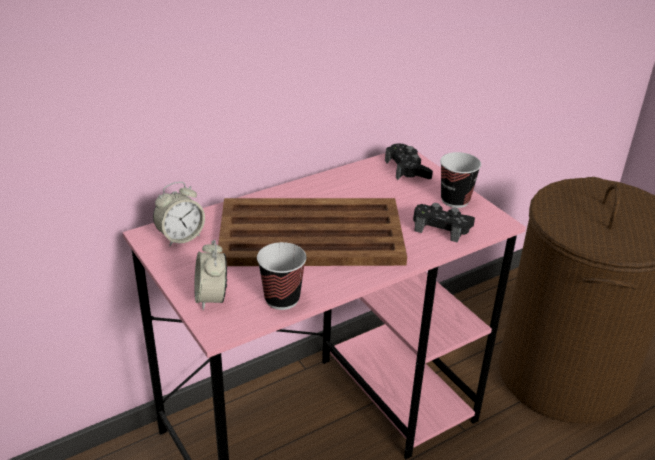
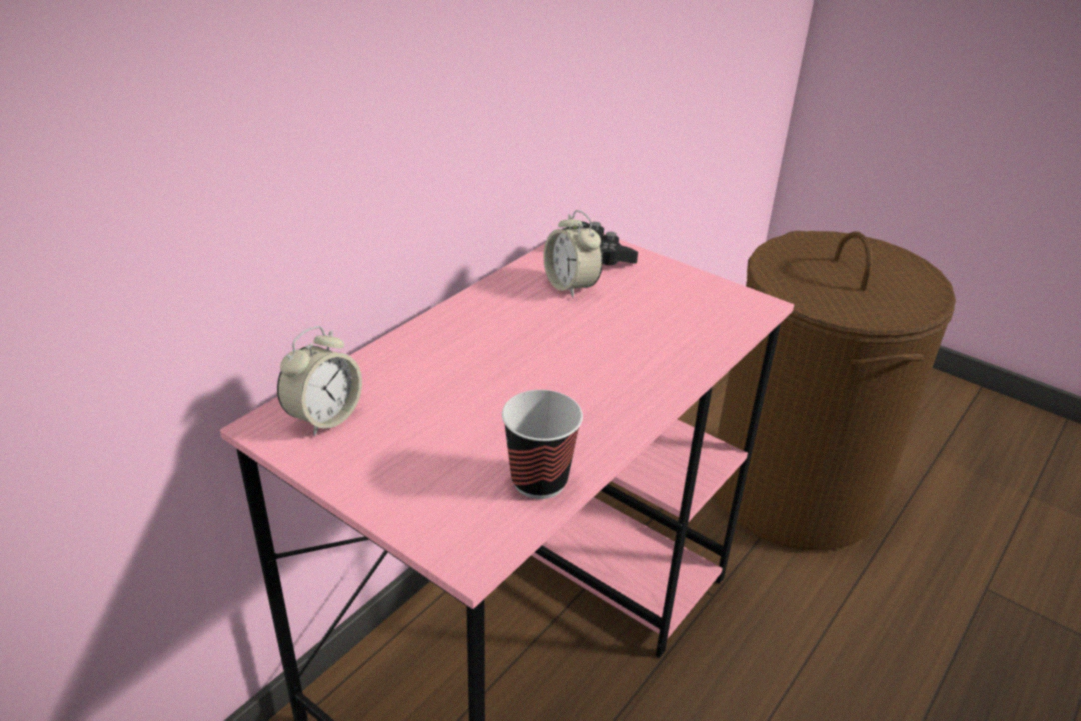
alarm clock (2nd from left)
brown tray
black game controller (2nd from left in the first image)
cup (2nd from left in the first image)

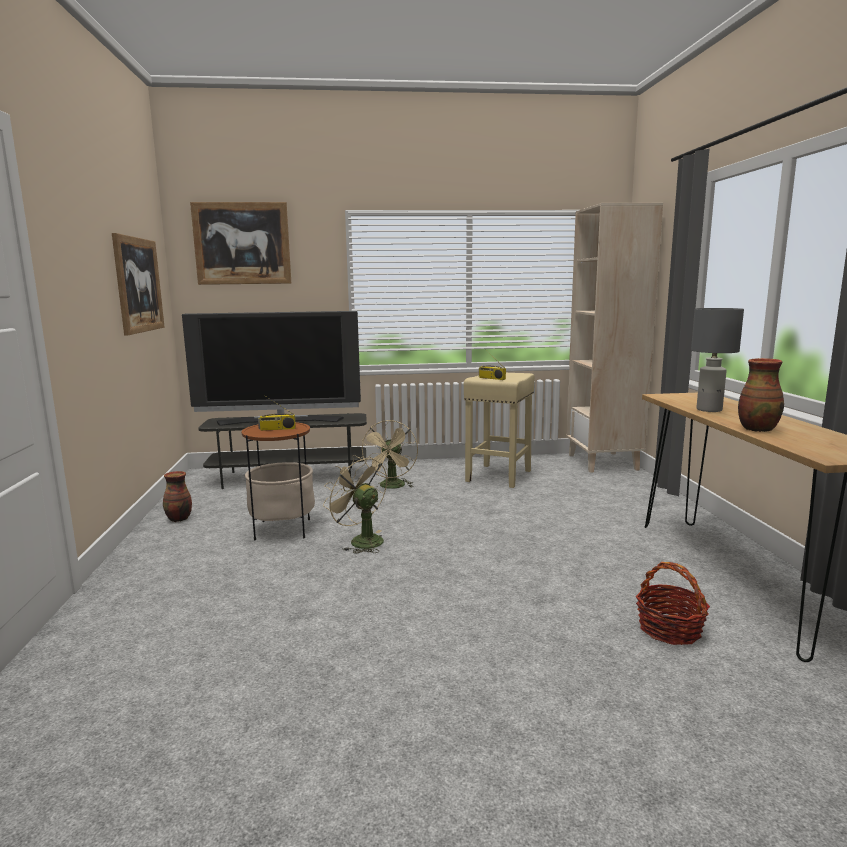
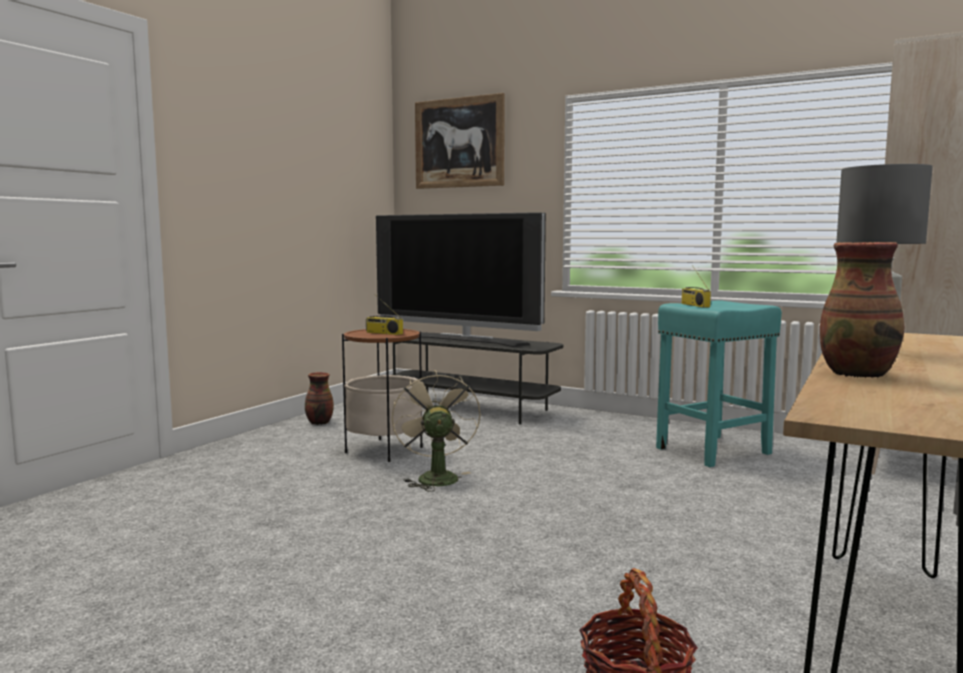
picture (1st from left in the first image)
beige fan (2nd from left in the first image)
turquoise stool

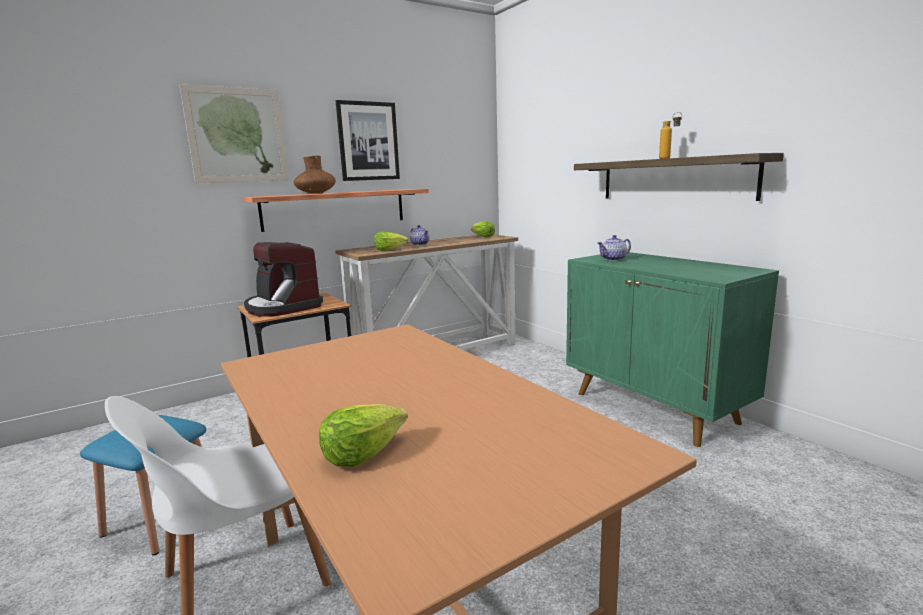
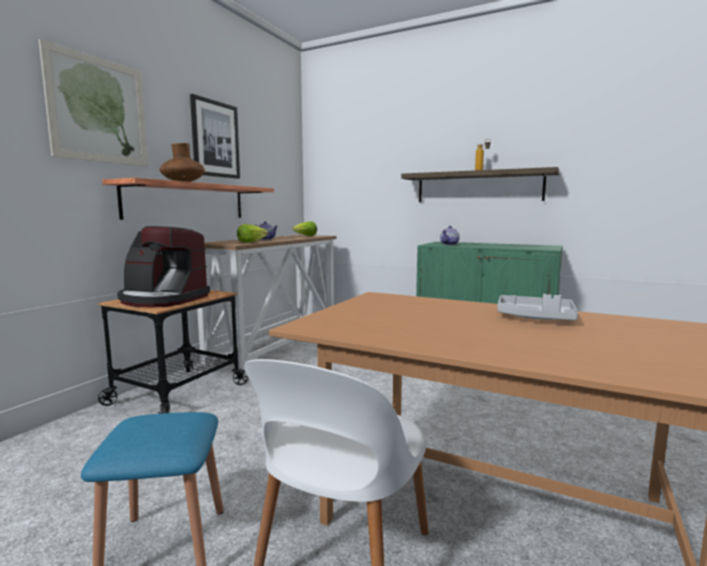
lettuce (1st from left in the first image)
grey tray

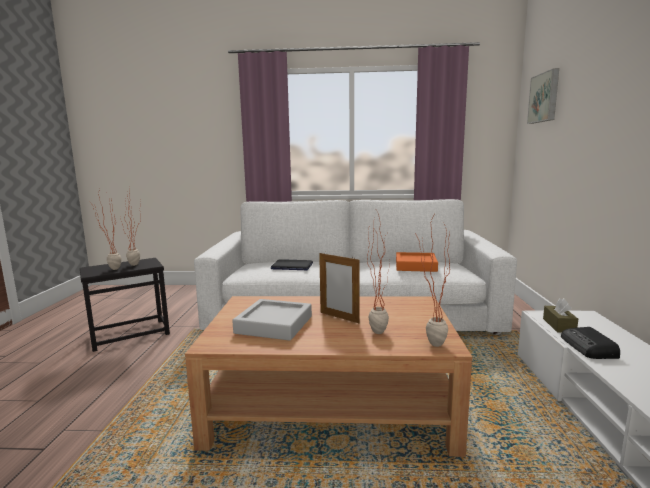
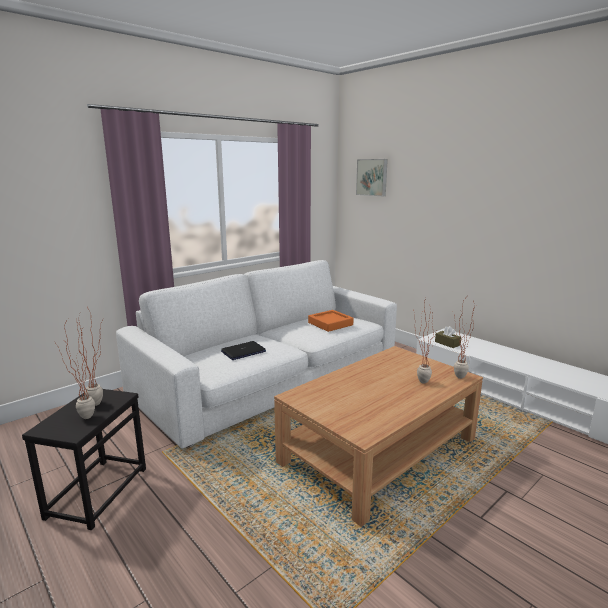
grey tray
picture frame
radio

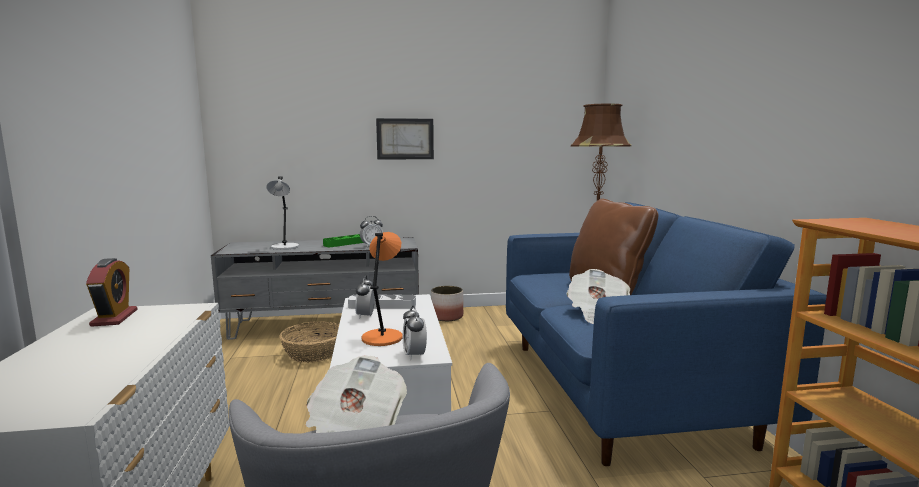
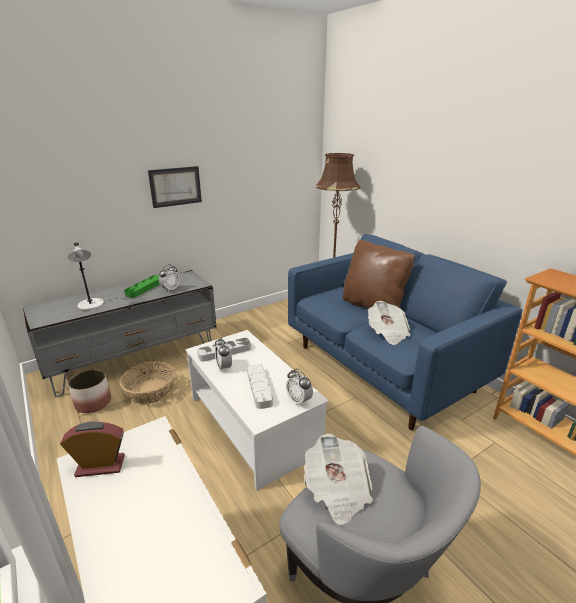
alarm clock (1st from left)
grey tray (2nd from left)
planter

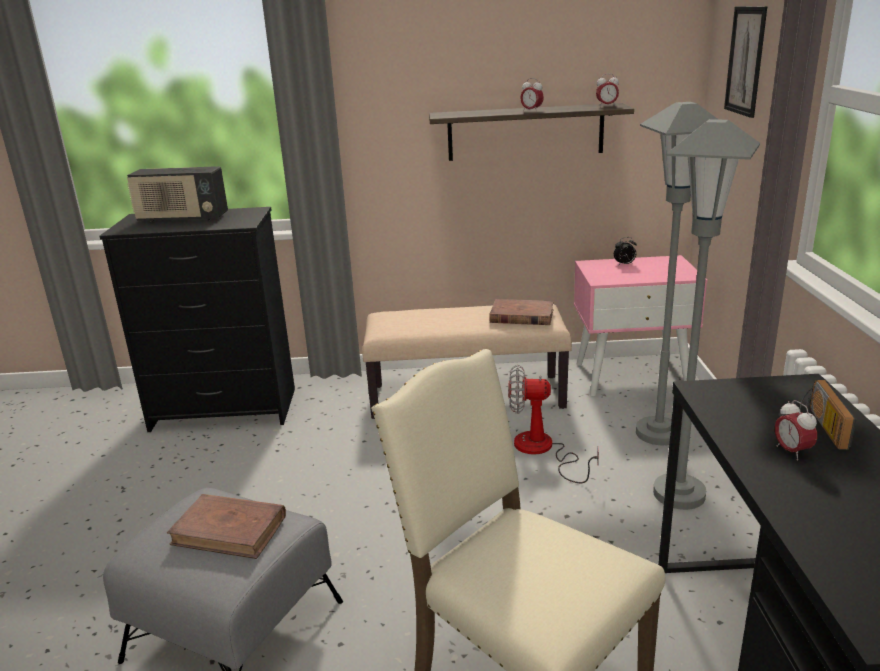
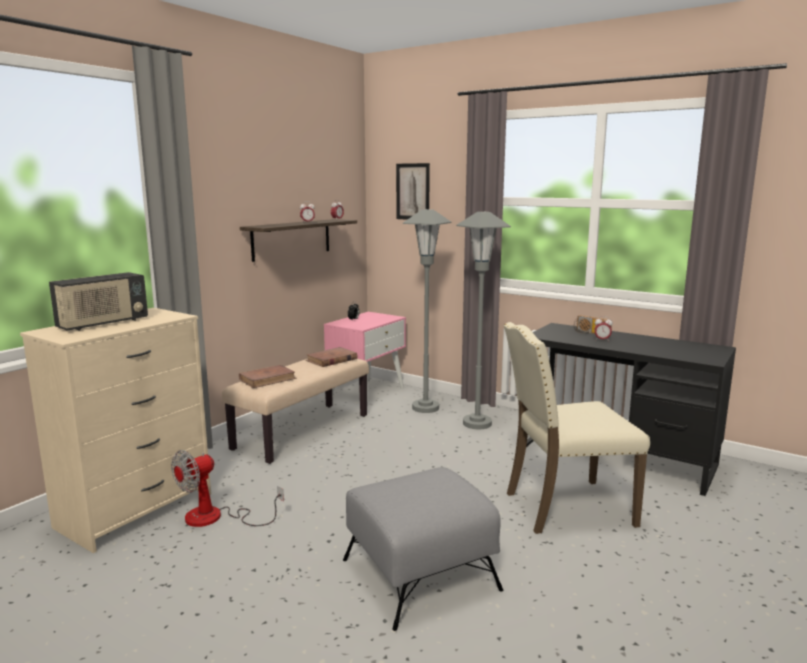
beige dresser
brown book (1st from left)
fan

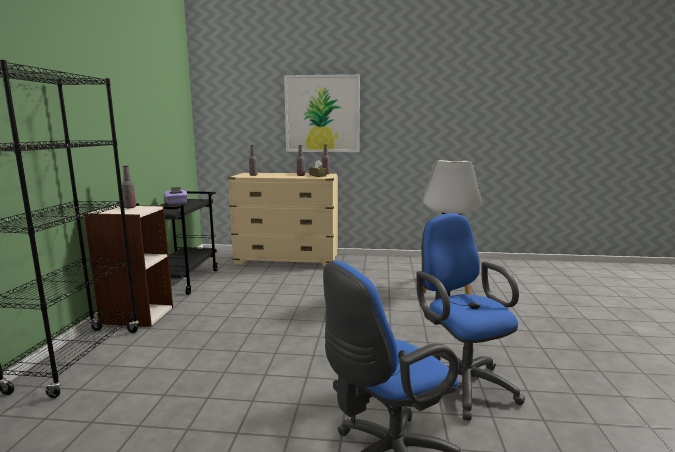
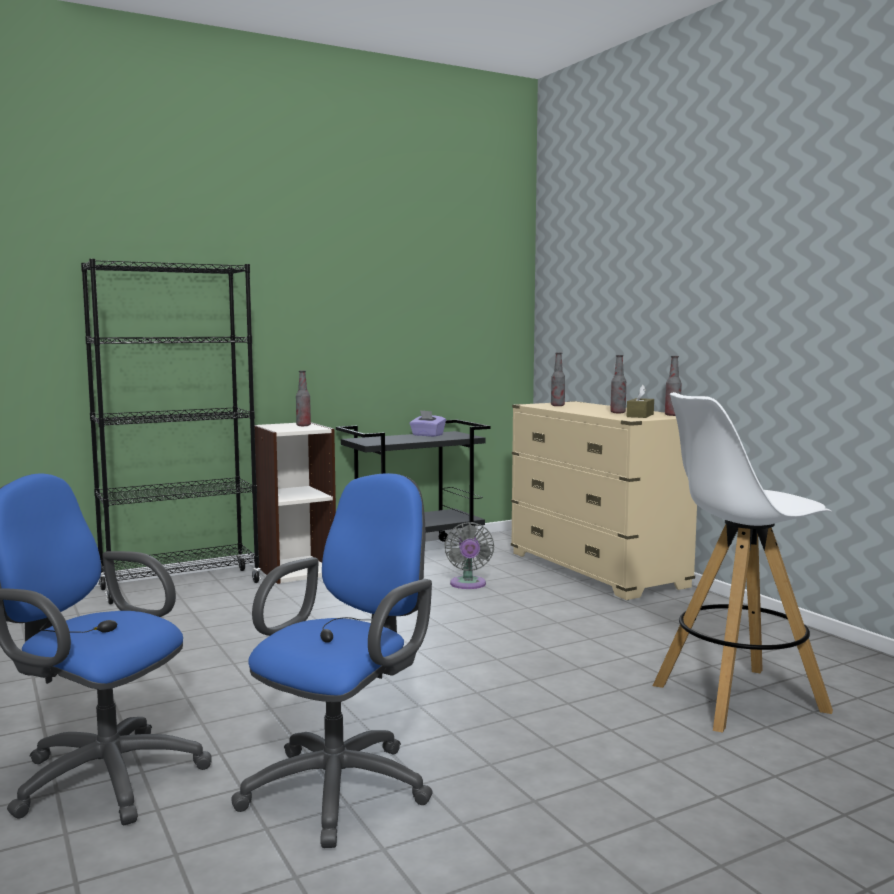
picture
grey fan

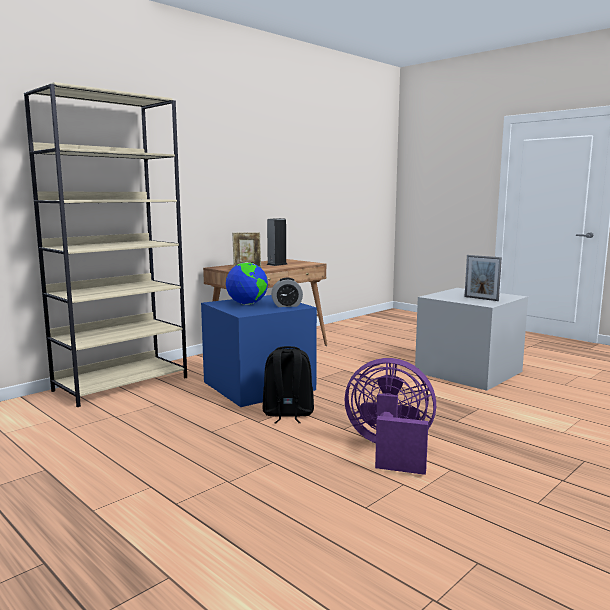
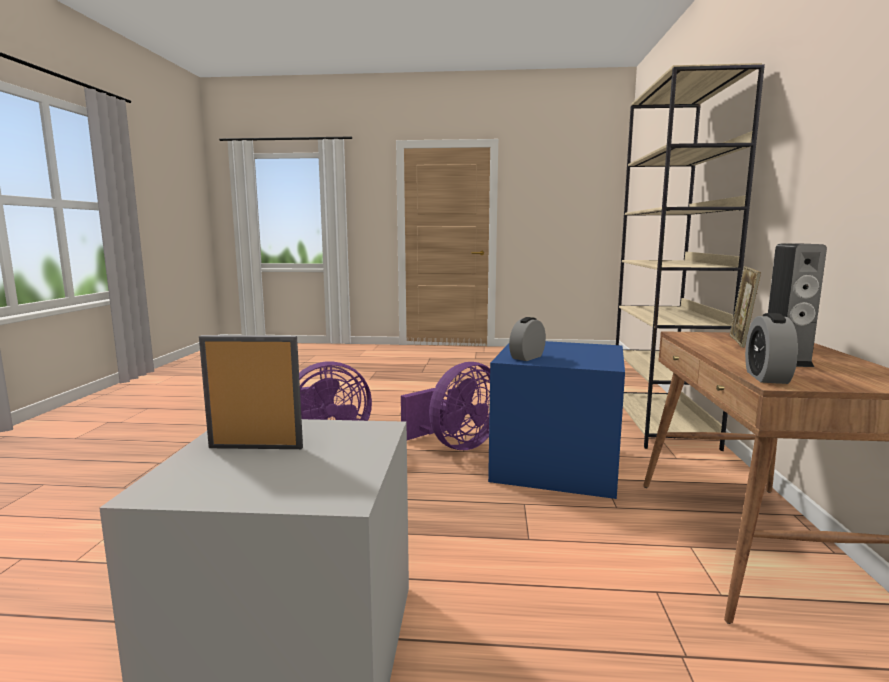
globe
purple fan (2nd from left)
alarm clock (2nd from left)

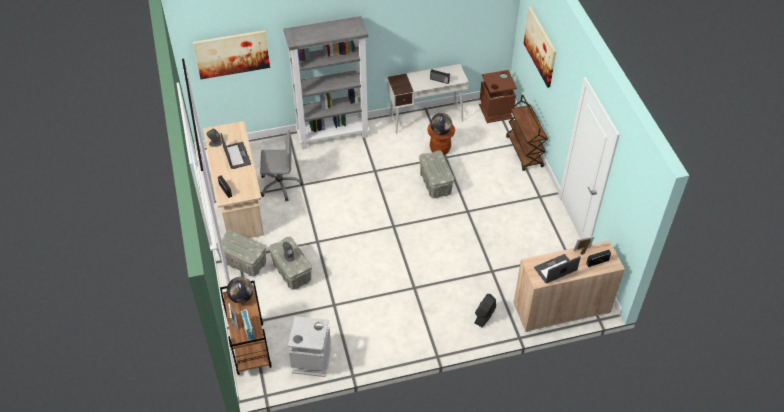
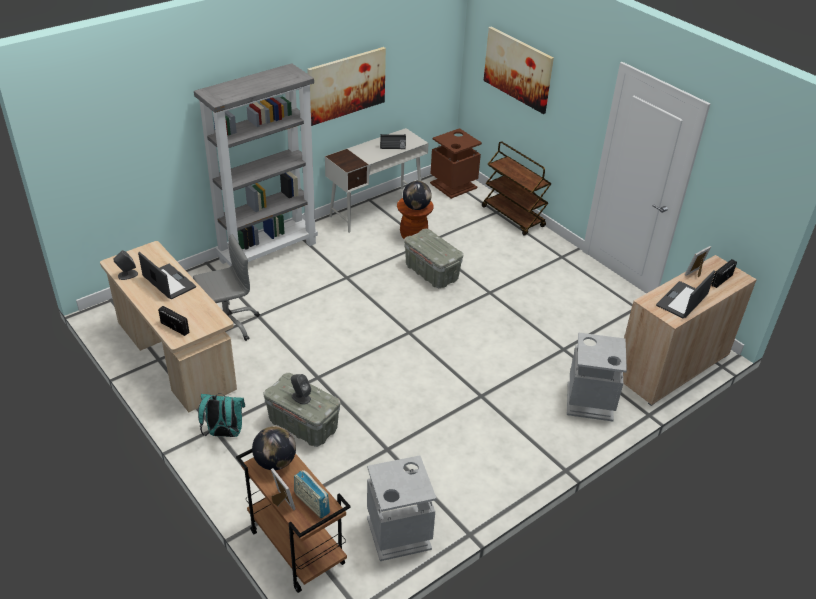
picture (1st from left)
turquoise backpack
grey trash can (2nd from left)

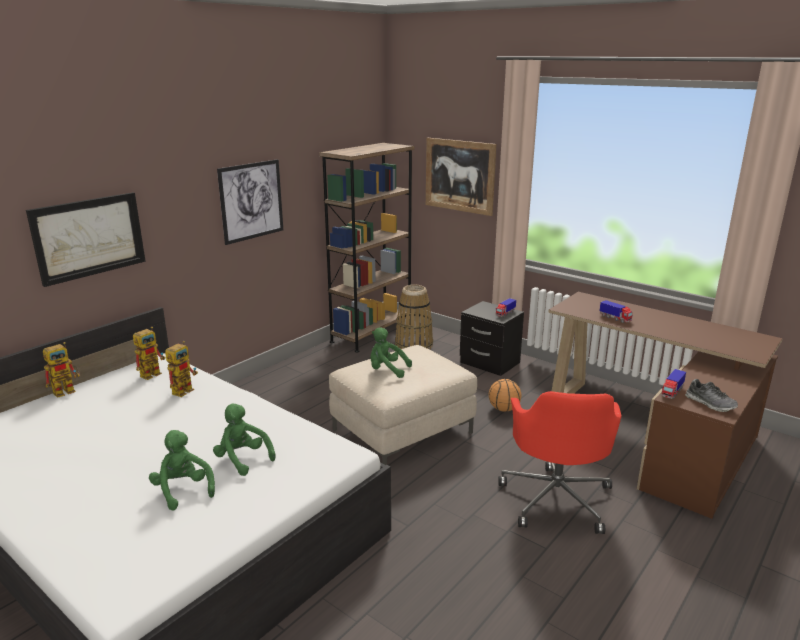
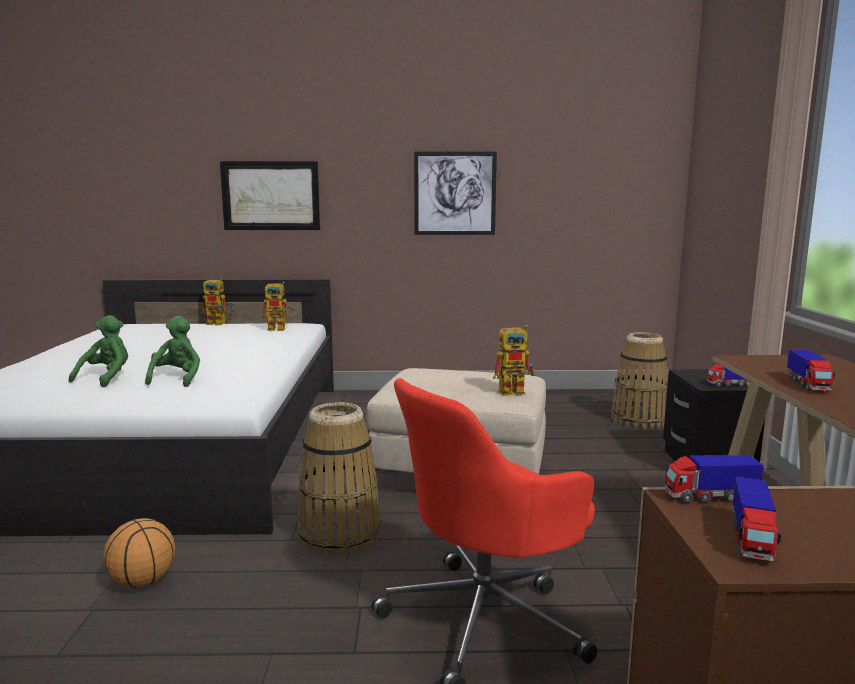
toy robot (3rd from left)
brown bookcase
green plush toy (3rd from left in the first image)
picture (3rd from left in the first image)
basketball
toy truck (3rd from left)
basket (1st from left)

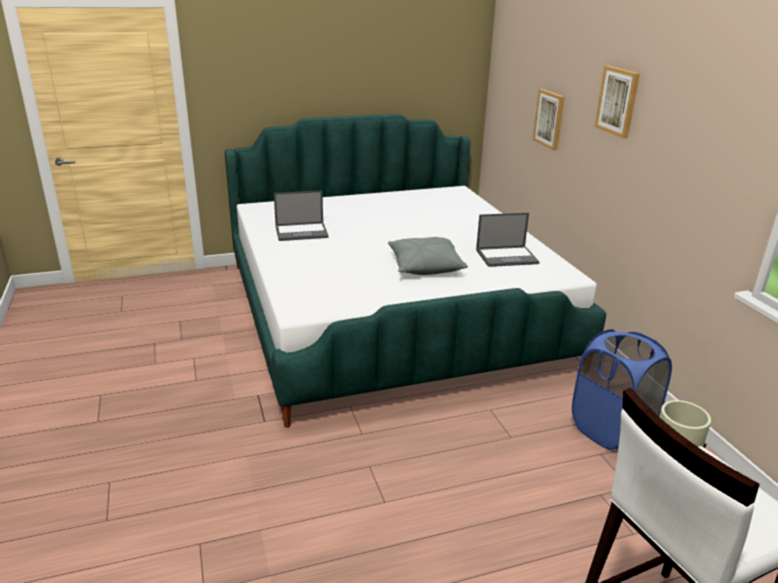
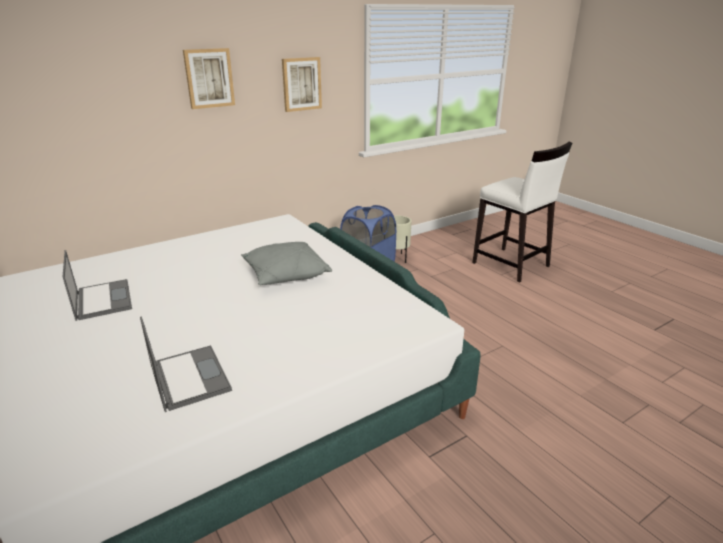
laptop (1st from left)
picture (2nd from left)

